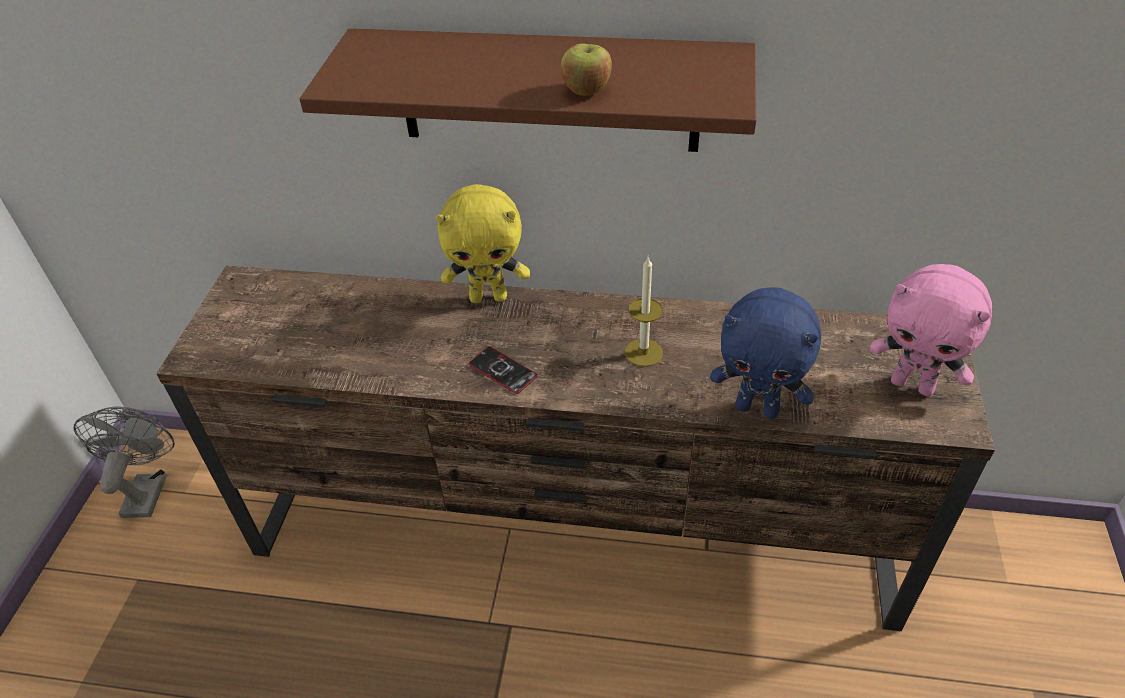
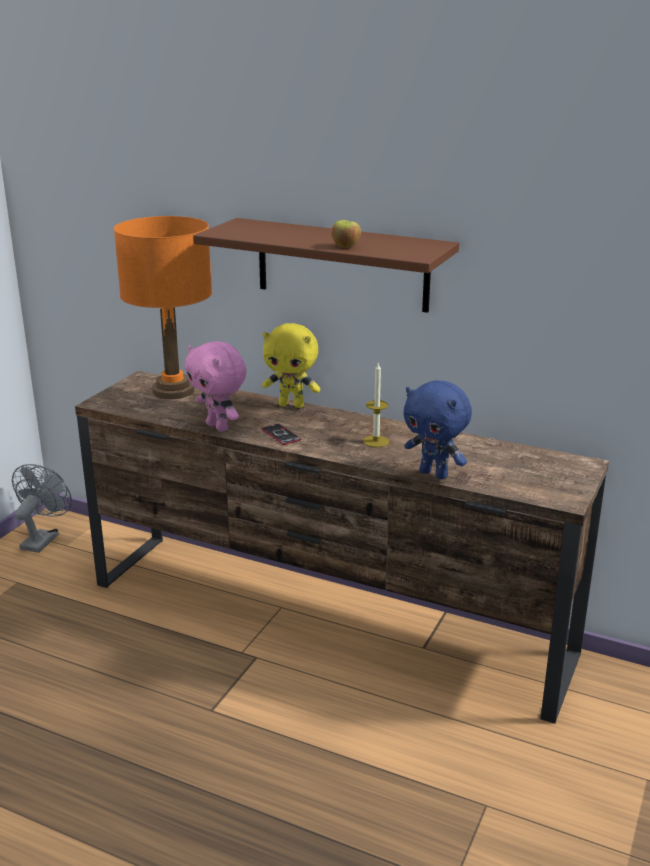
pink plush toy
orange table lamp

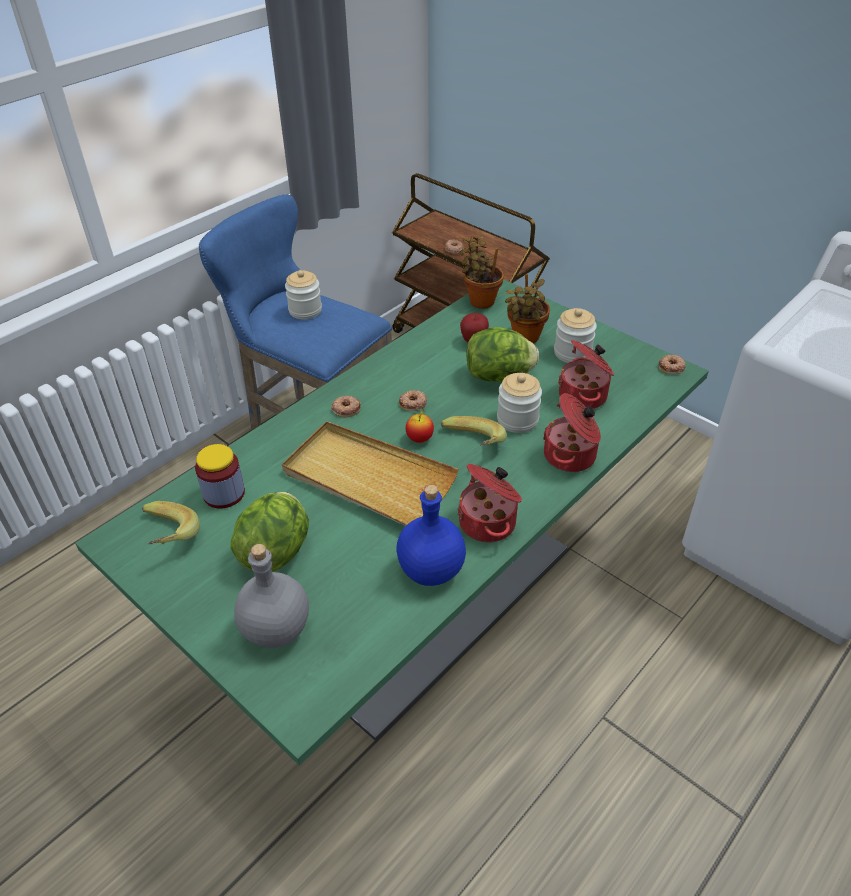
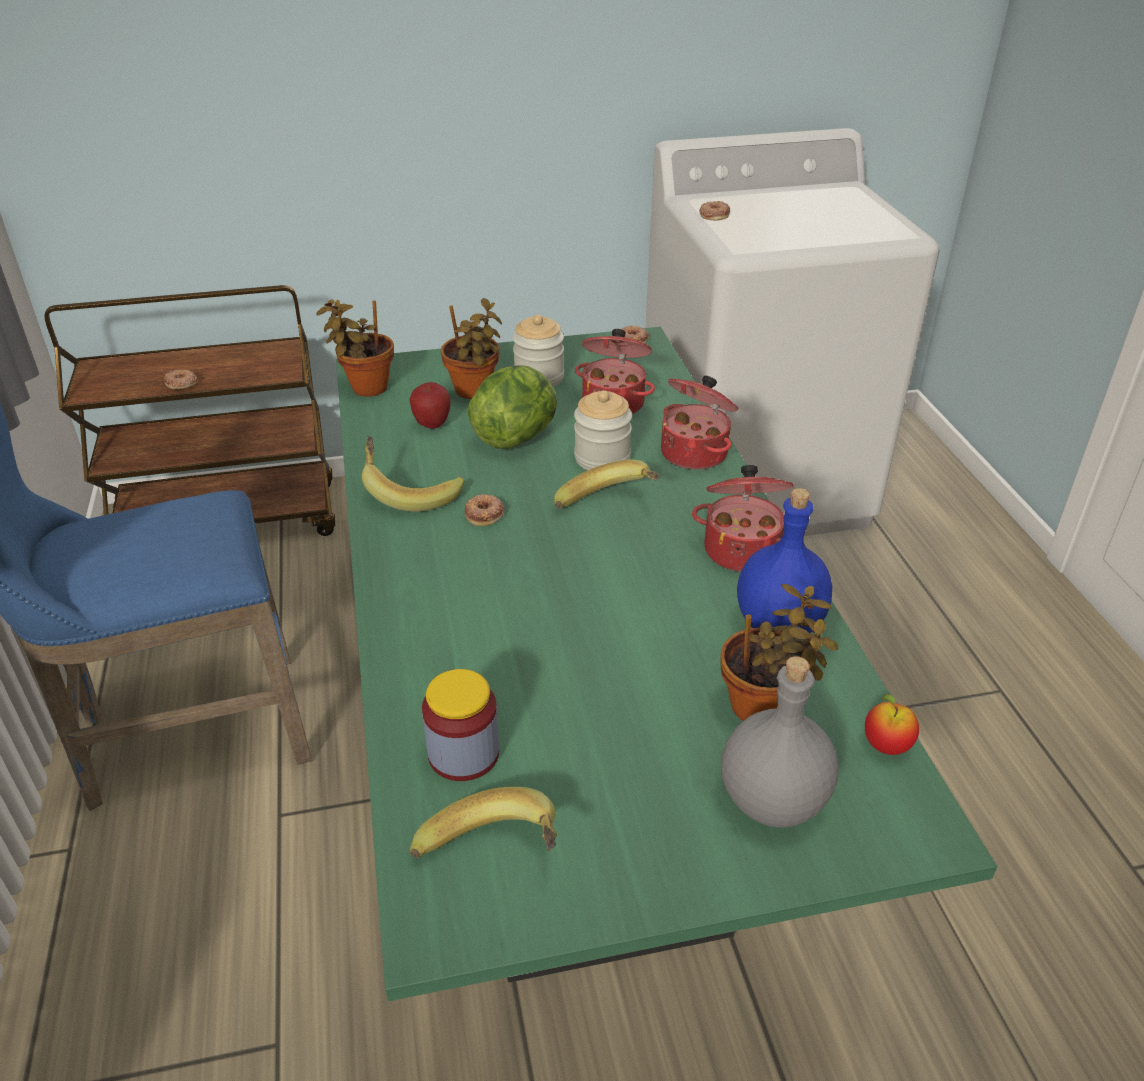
lettuce (1st from left in the first image)
beige tray
jar (2nd from left in the first image)
donut (4th from left)
apple (2nd from left)
banana (1st from left)
potted plant (3rd from left)

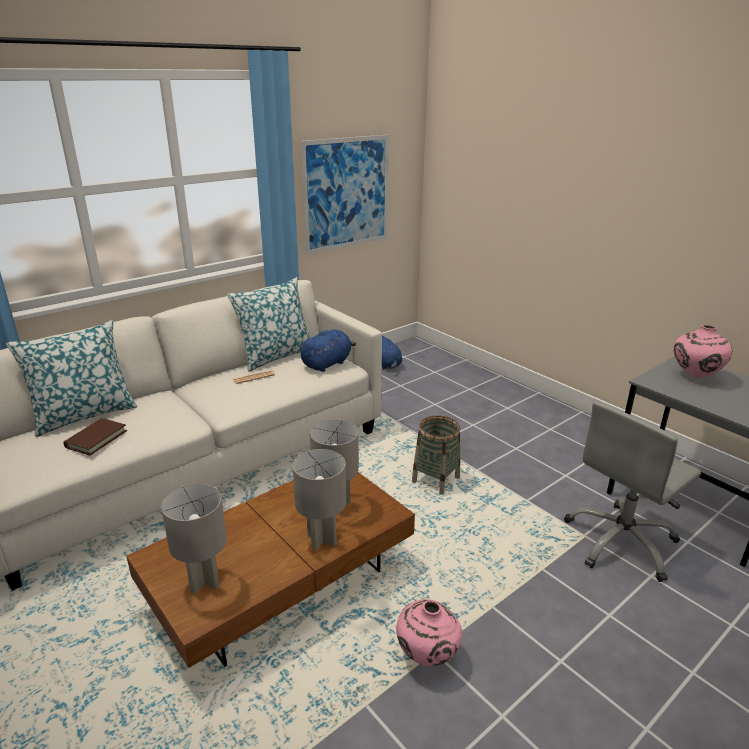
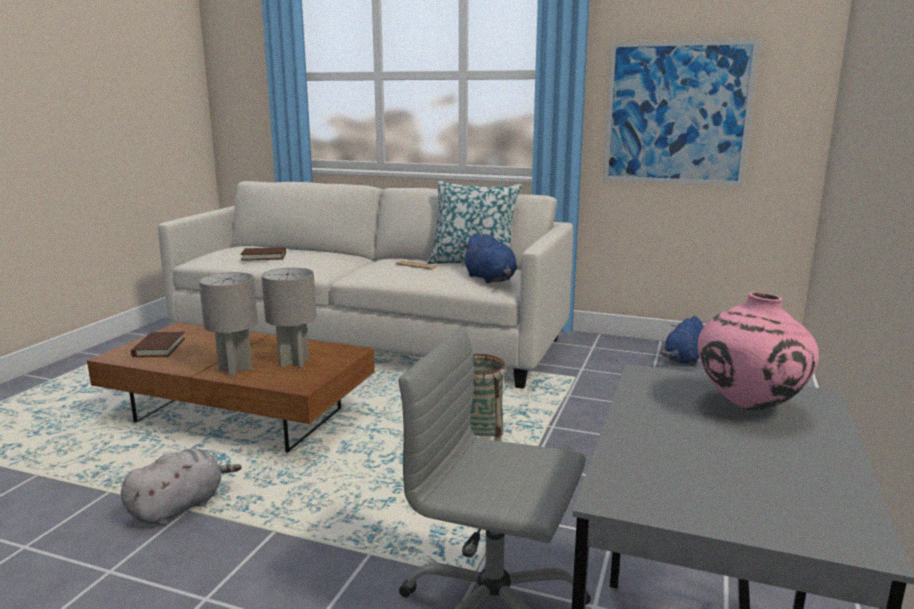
pillow (1st from left in the first image)
brown book (1st from left)
blue plush toy (1st from left)
grey plush toy

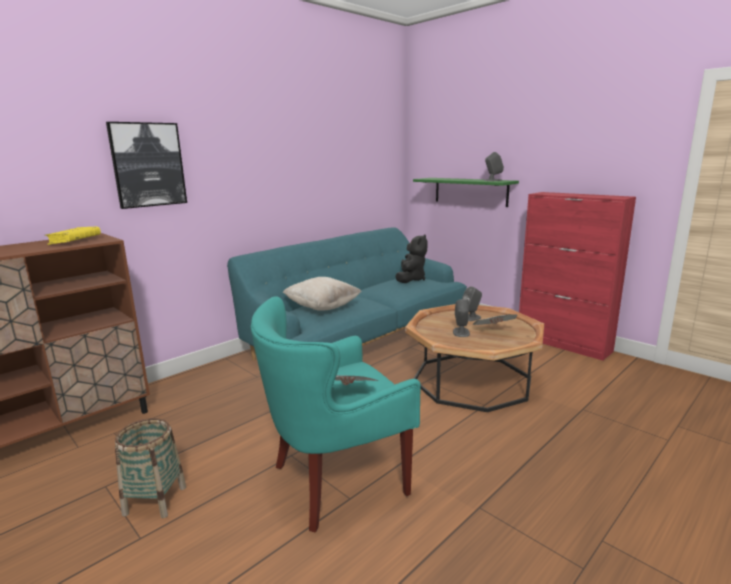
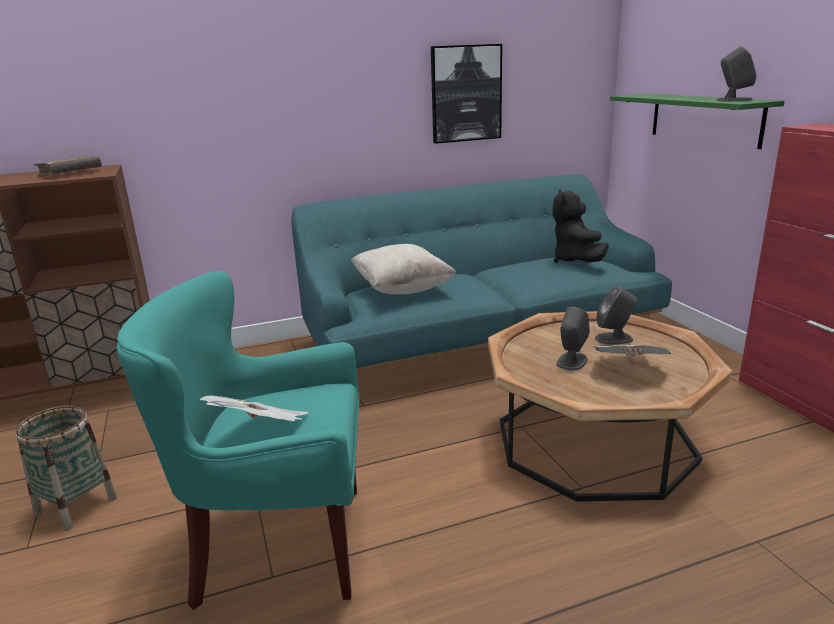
brown book
picture
black plush toy

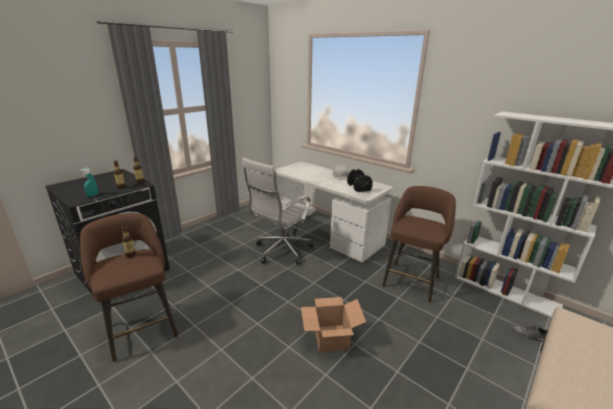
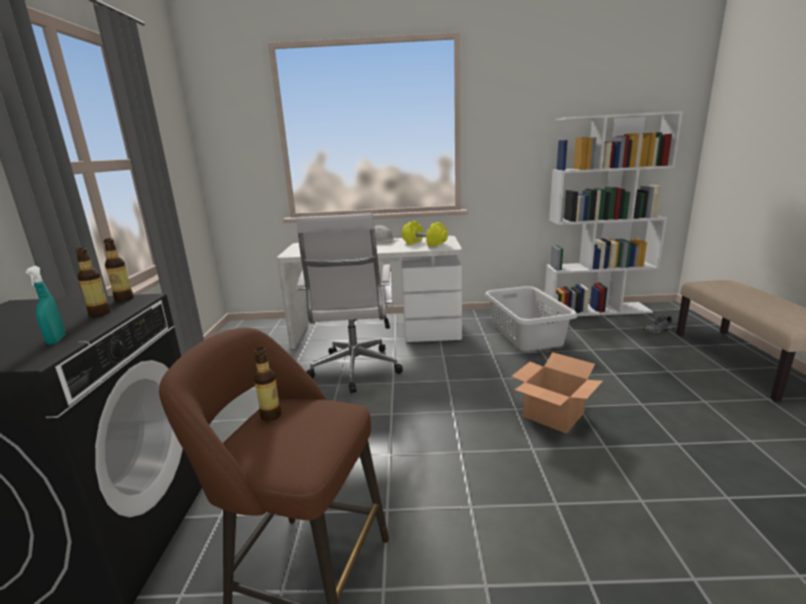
yellow dumbbell
grey laundry basket

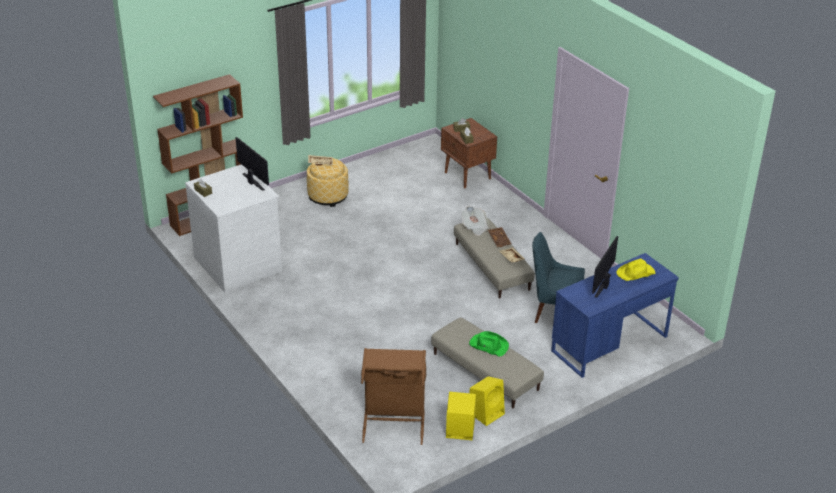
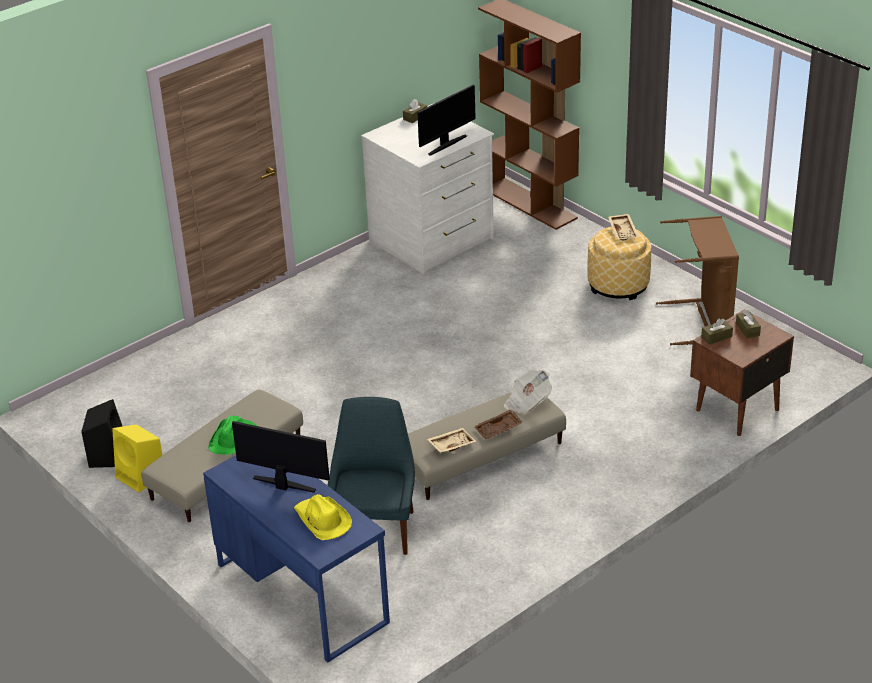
brown laundry basket
black speaker

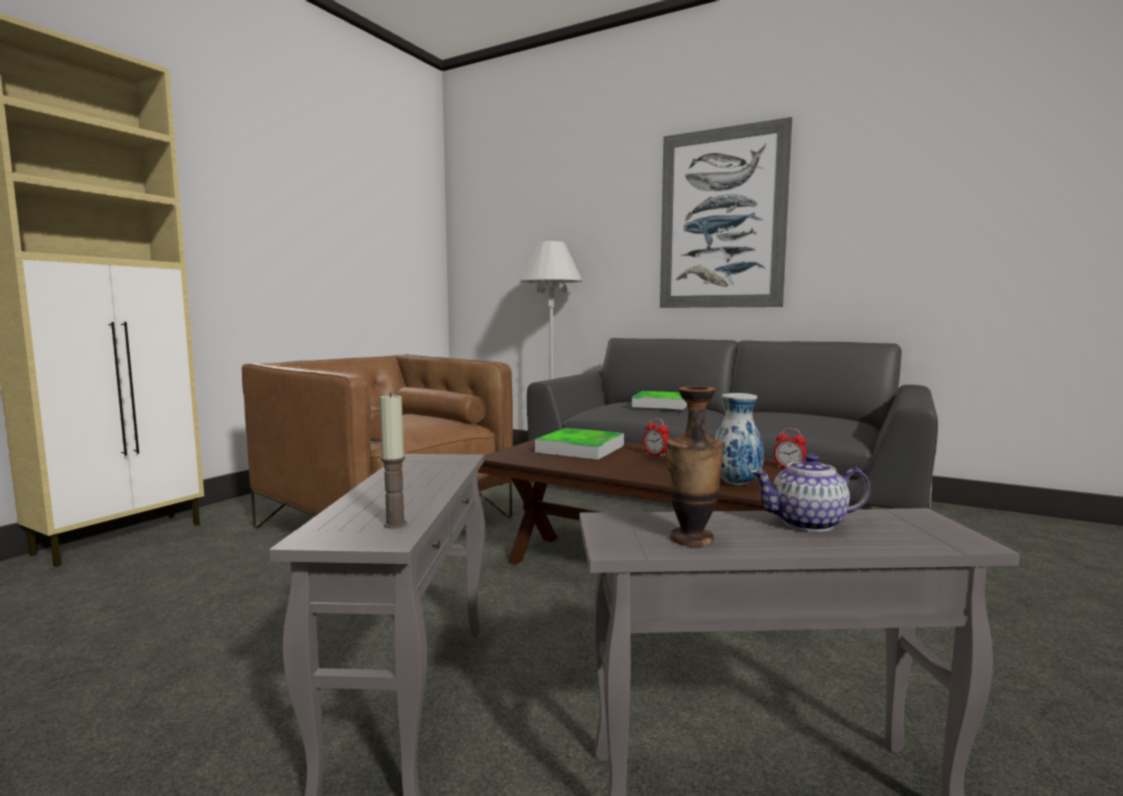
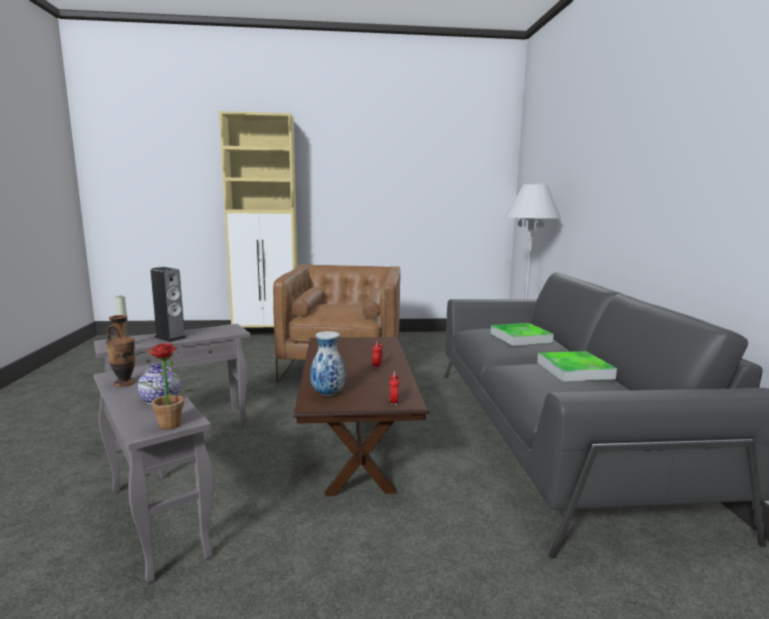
tray (2nd from left)
picture
potted plant
speaker

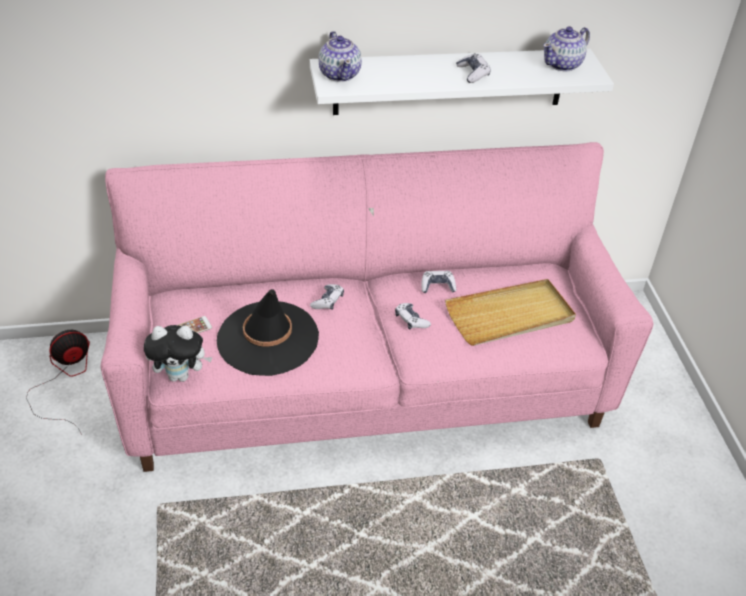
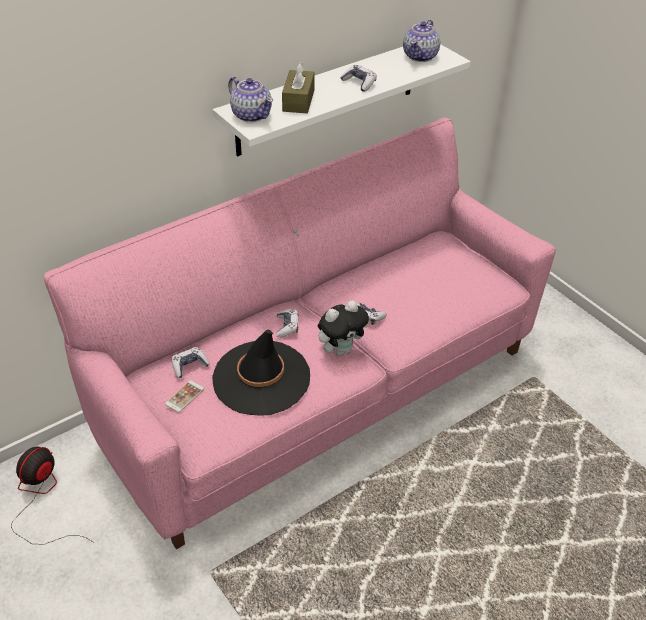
plush toy
game controller (1st from left)
beige tray
brown tissue box

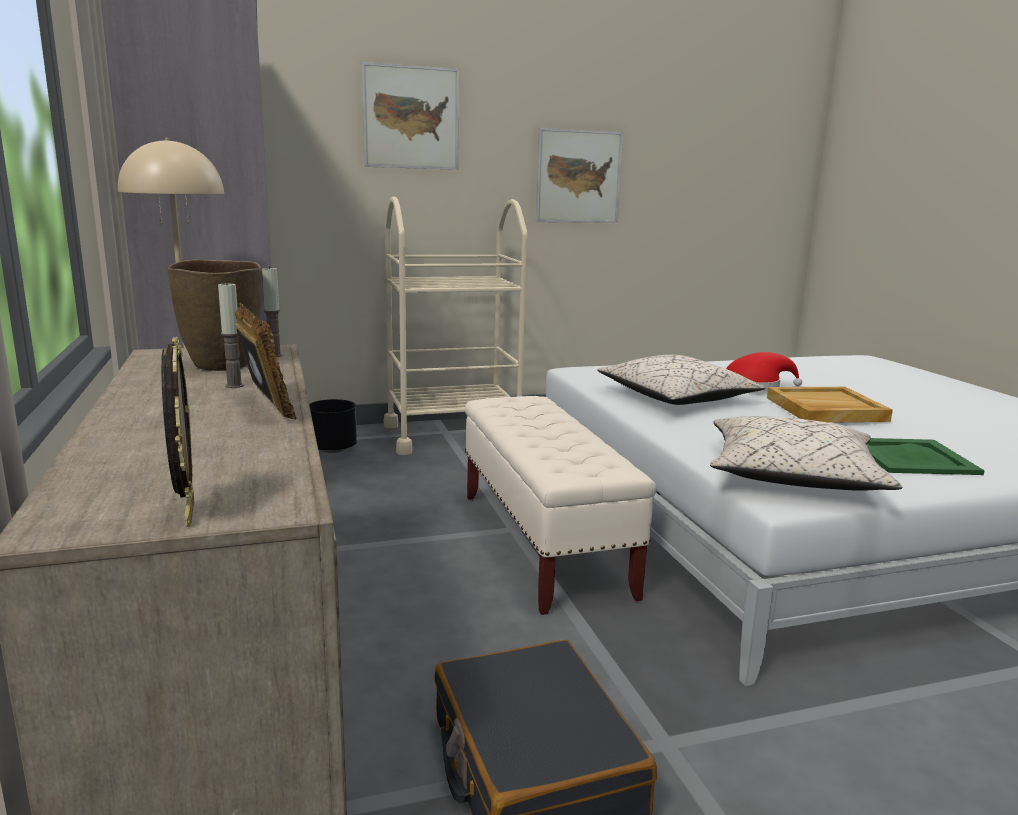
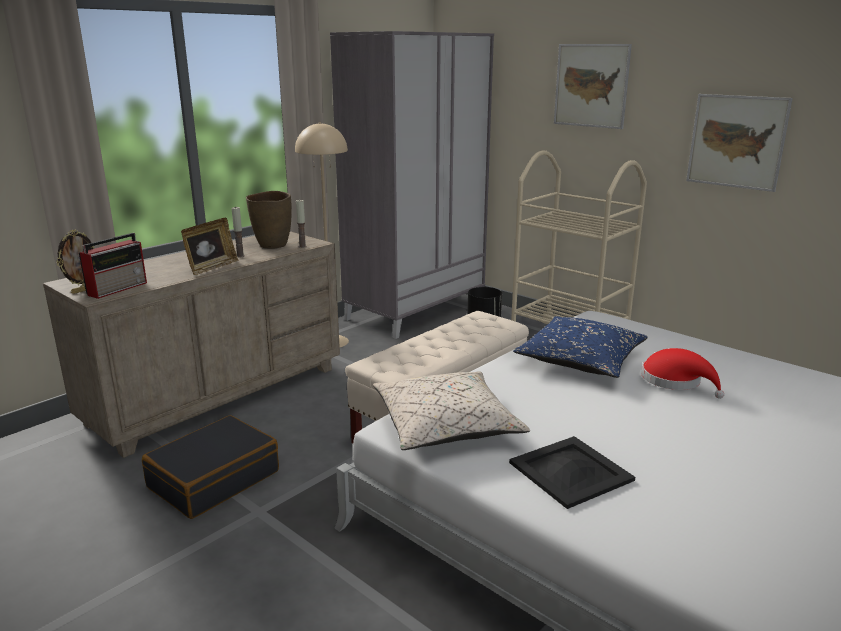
blue pillow
beige tray
black tray
radio

